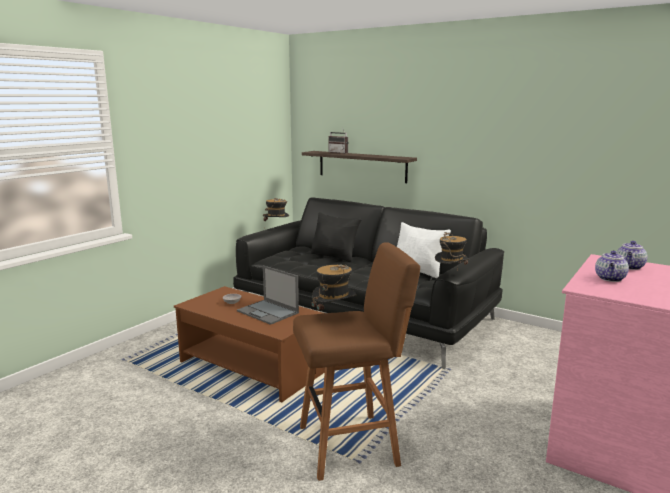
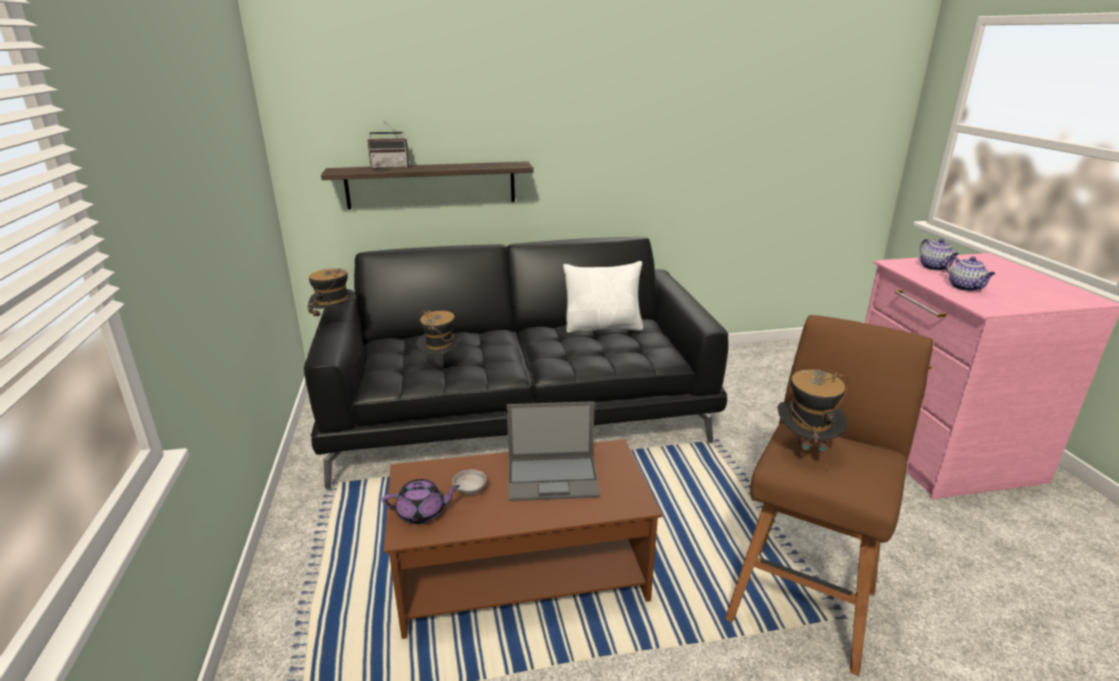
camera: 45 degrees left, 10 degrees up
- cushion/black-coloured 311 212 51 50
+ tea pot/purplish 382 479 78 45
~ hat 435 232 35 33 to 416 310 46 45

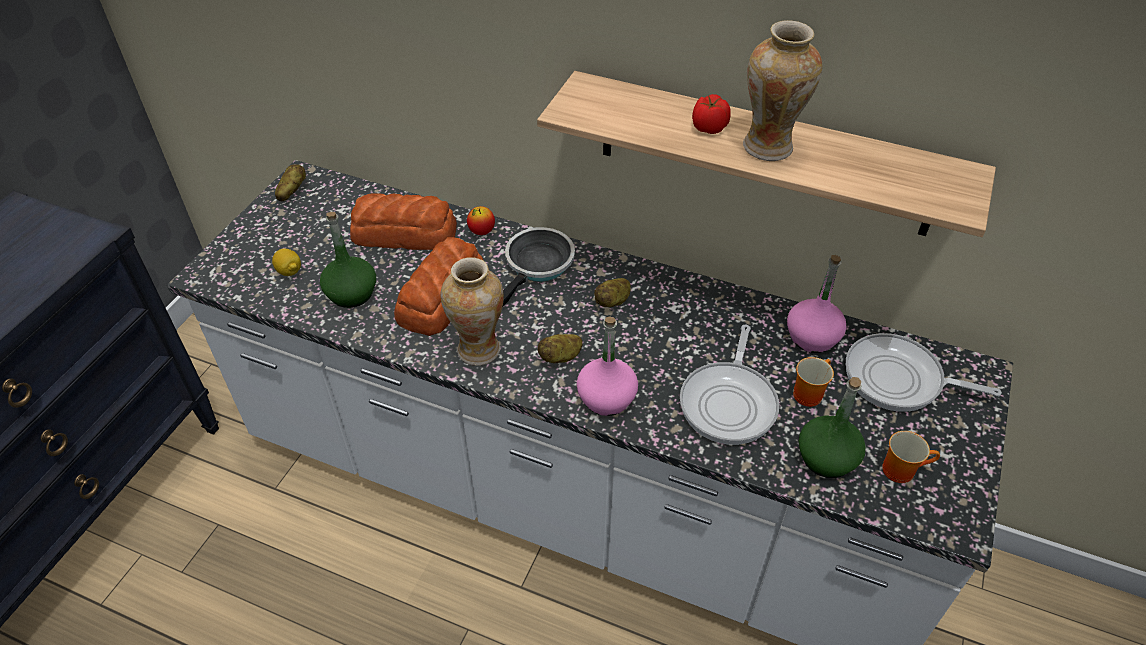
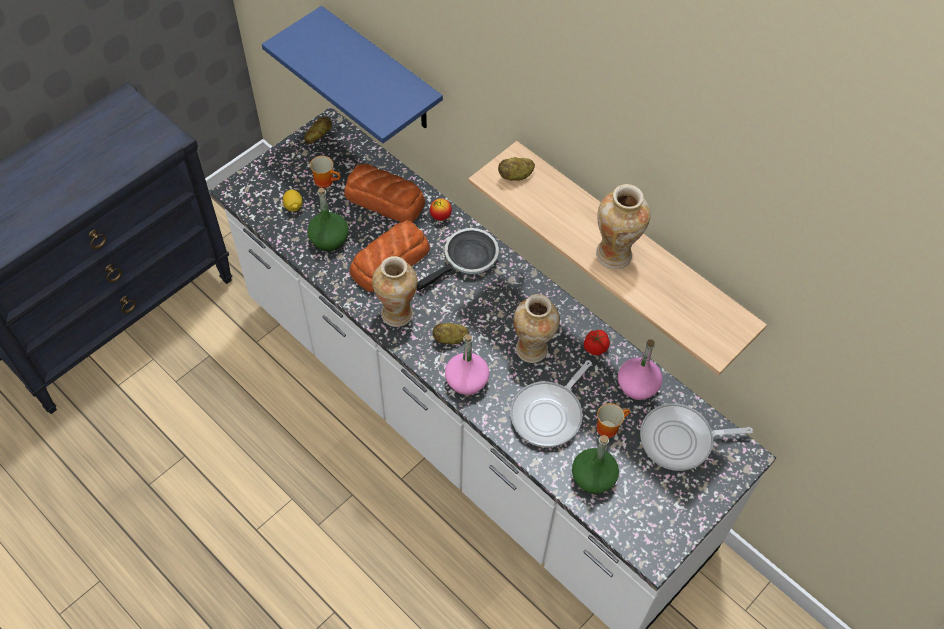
camera: 20 degrees right, 10 degrees up
+ shelf/bluish 262 6 181 137
+ vase 514 294 46 69
~ whole potato 594 278 37 29 to 498 157 37 24
~ fresh tomato 692 94 39 40 to 584 330 26 26
~ mug 882 431 58 52 to 310 156 31 32
~ skillet 846 333 156 79 = 640 403 113 68 45 degrees counterclockwise

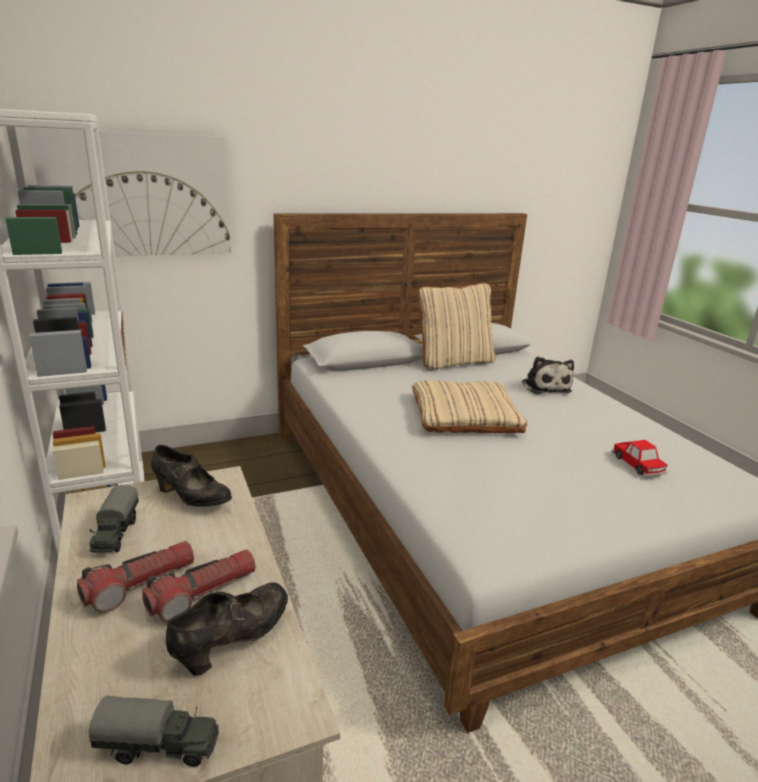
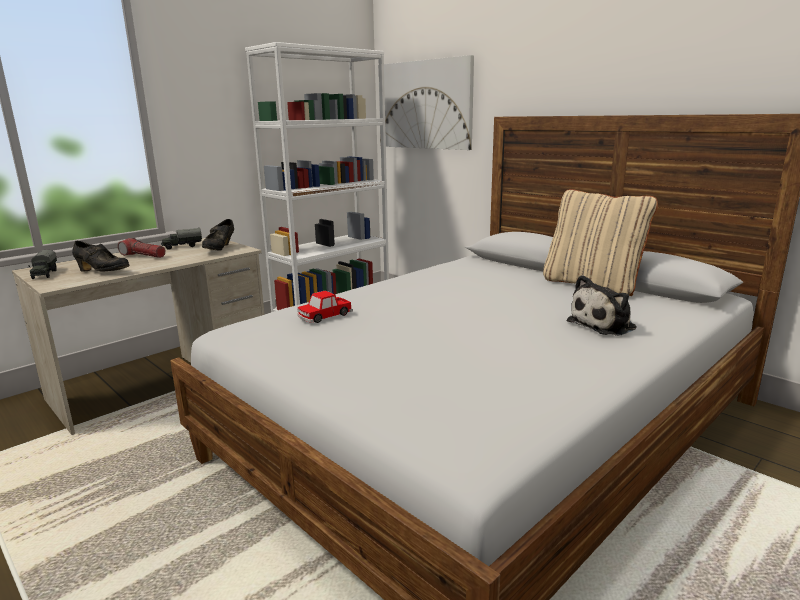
camera: 70 degrees right, 5 degrees down
- hand torch 142 549 114 74
- cushion/sand-coloured 412 380 115 53
~ toy car 611 440 57 37 to 297 290 56 33

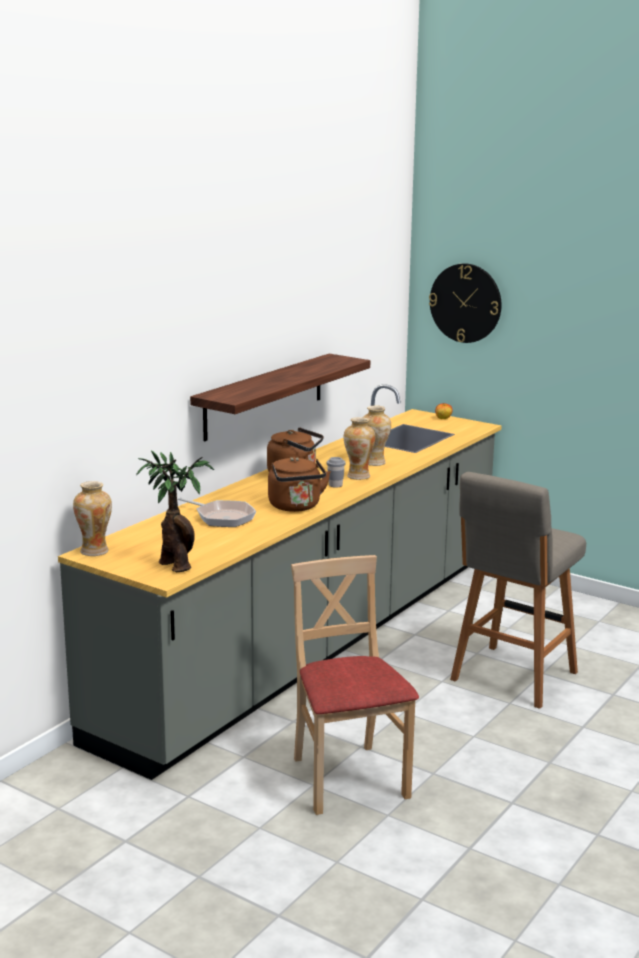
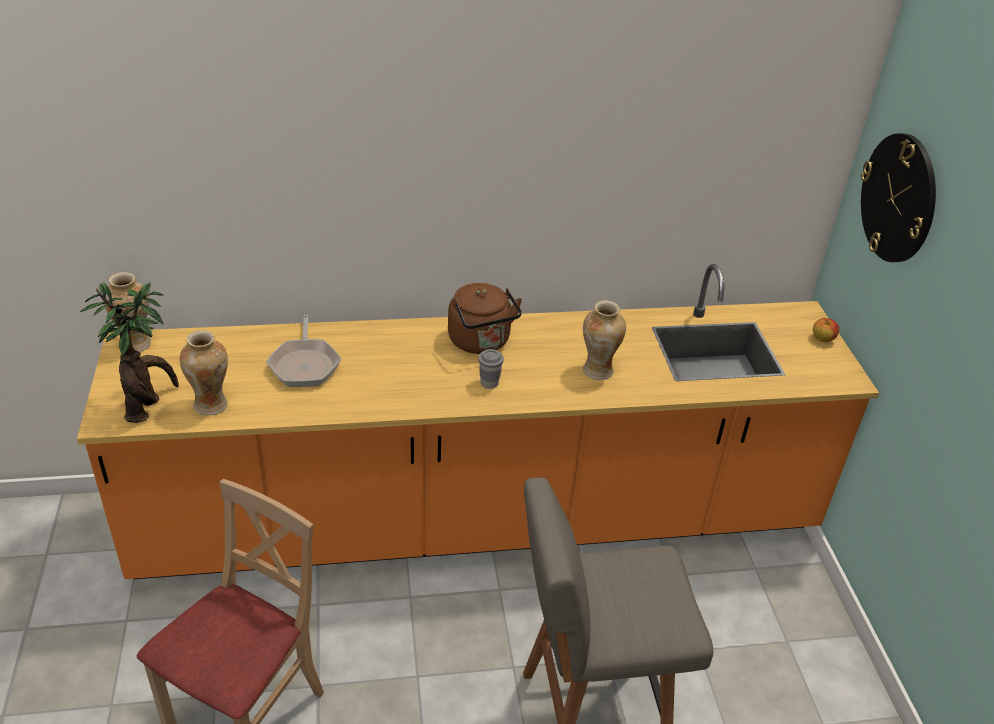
camera: 45 degrees right, 20 degrees up
- shelf 190 354 180 87
- kettle/brownish 268 457 63 55
~ vase 344 417 31 63 to 179 330 49 85
~ kitchen base unit/greyish 58 384 444 396 to kitchen base unit/orangey 77 264 802 315

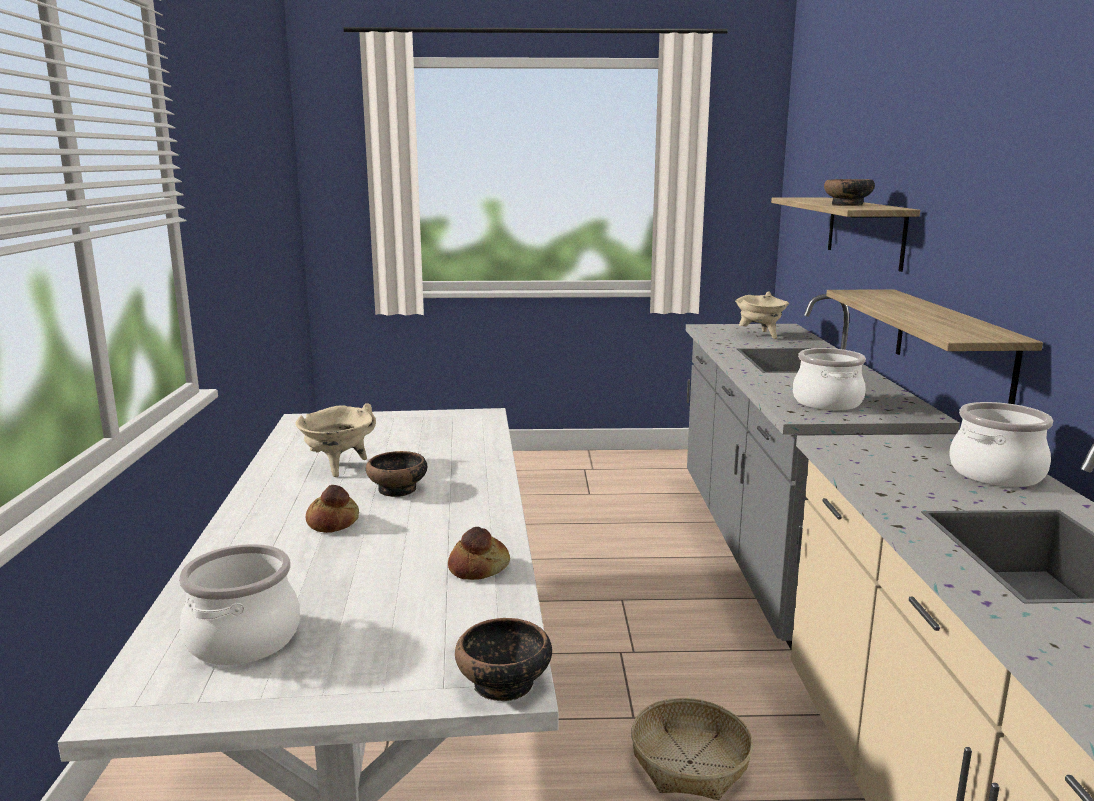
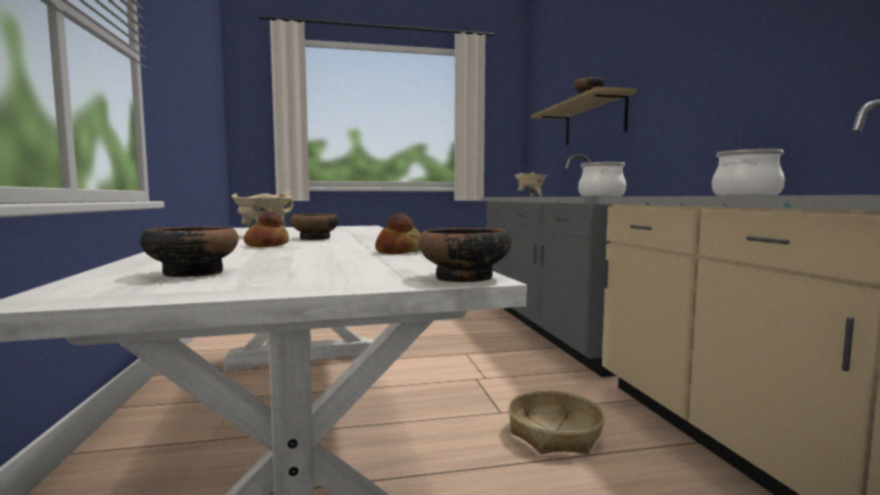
camera: 10 degrees left, 10 degrees down
- shelf 826 289 217 115
~ cooking pot 179 544 121 121 to deep dish 140 227 99 50

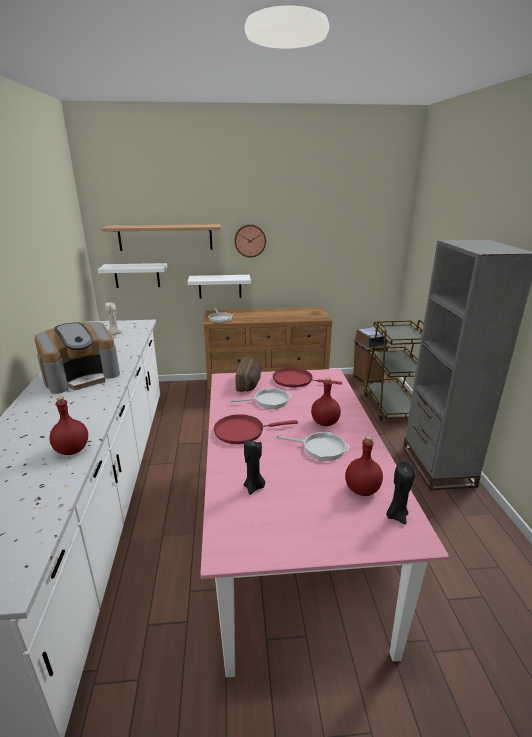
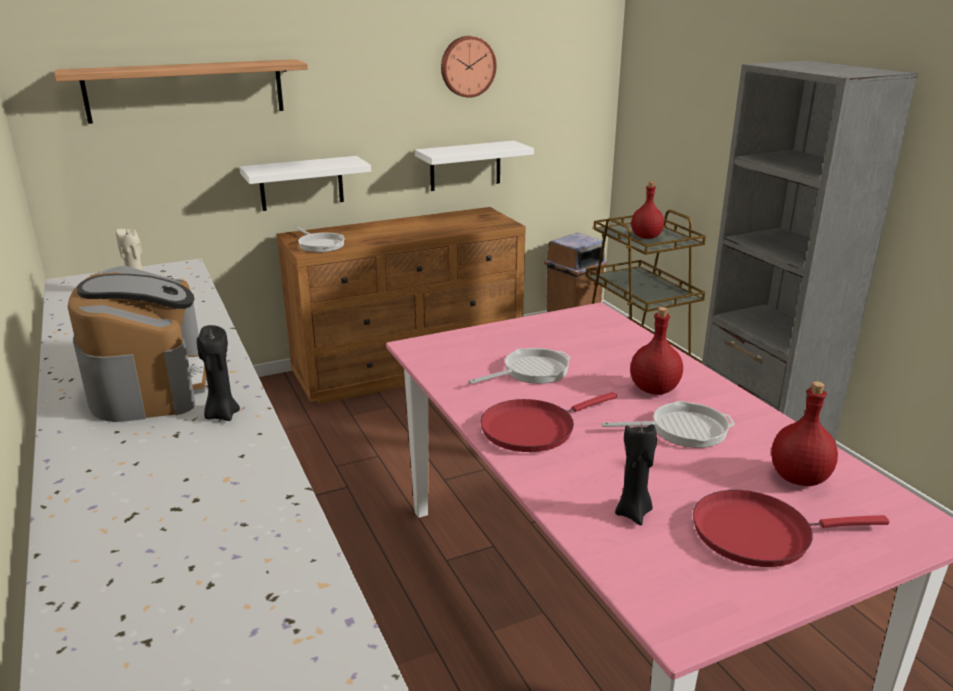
camera: 20 degrees left, 0 degrees up
- bread 235 357 27 35
~ bottle/red 49 397 39 58 to 631 182 33 57
~ shelf/white 98 263 69 25 to 415 141 119 50
~ clock on the wall 234 224 32 34 to 441 36 56 62
~ skillet/red 273 368 69 20 to 693 490 197 77
~ wax candle/black-coloured 386 461 29 64 to 197 325 43 96
~ coffee brewer 34 322 86 72 = 68 266 138 156 45 degrees counterclockwise

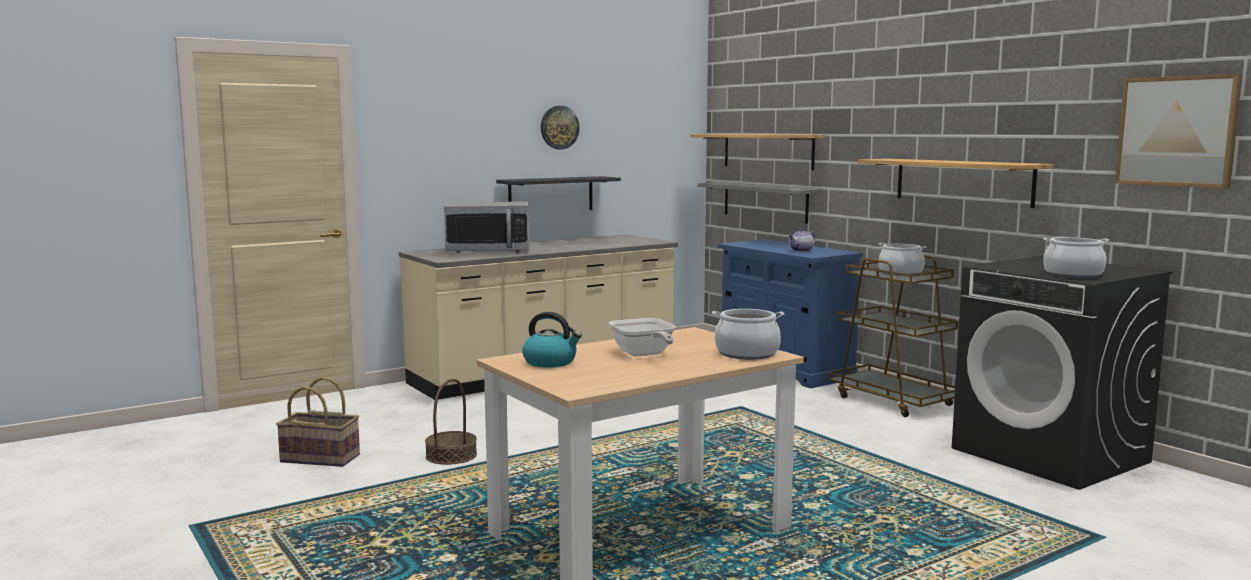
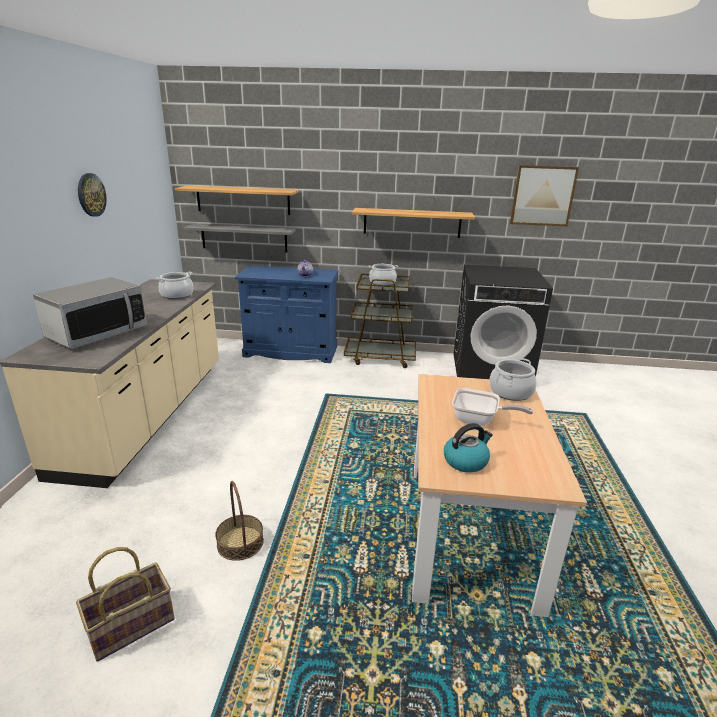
camera: 50 degrees left, 15 degrees up
- shelf/black-coloured 496 176 125 34
~ cooking pot 1043 237 67 42 to 156 272 37 27

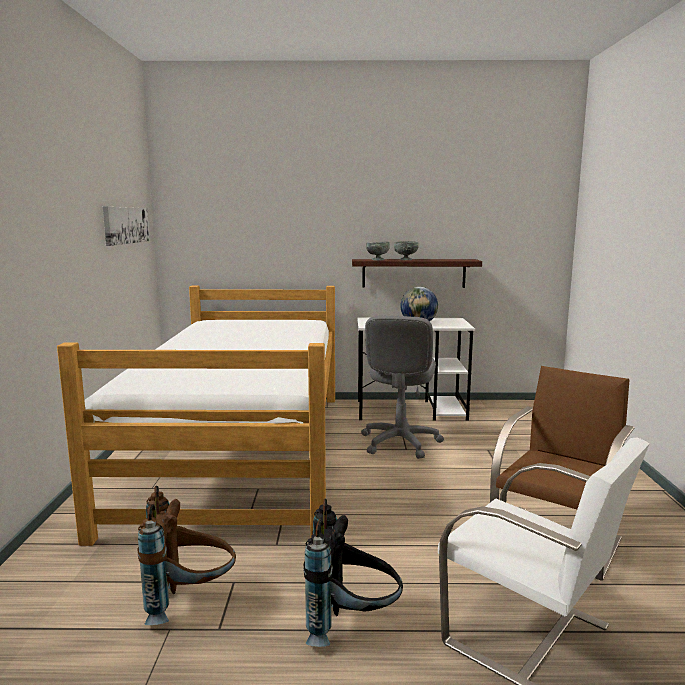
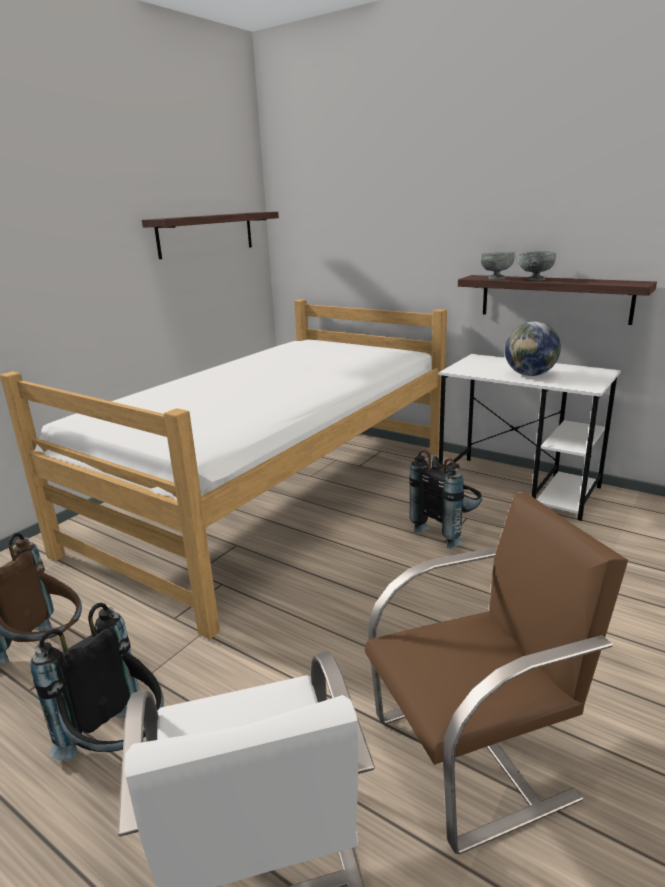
camera: 35 degrees right, 10 degrees up
~ wall art 103 207 47 39 to shelf 142 212 137 47
~ computer chair/greyish 361 315 83 144 to rucksack/black-coloured 409 449 73 99

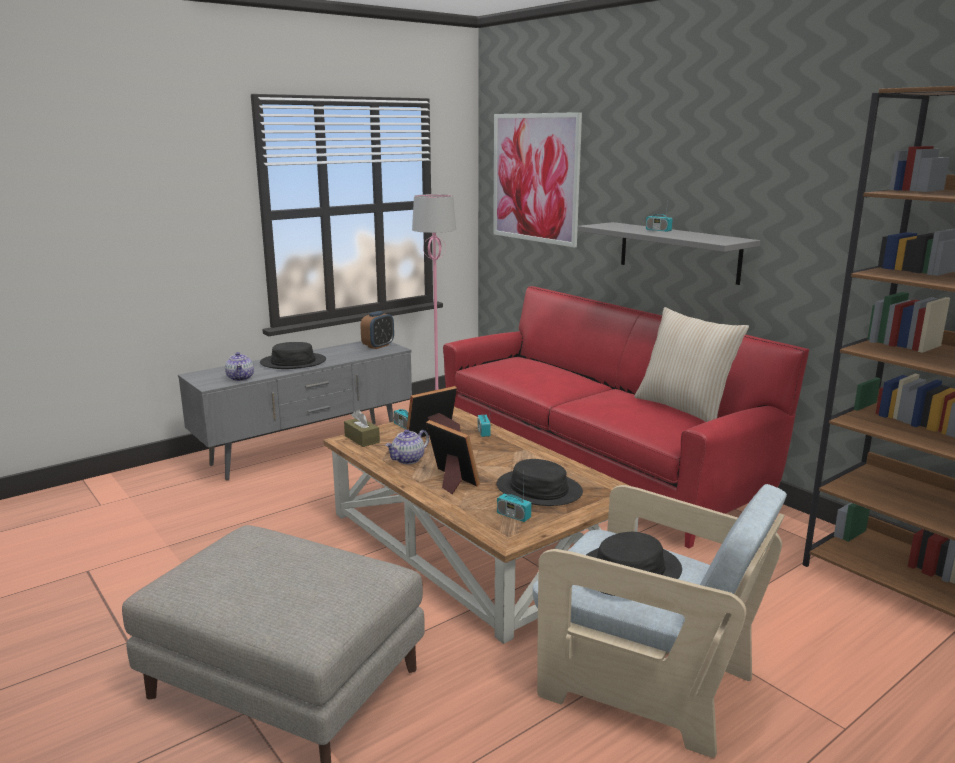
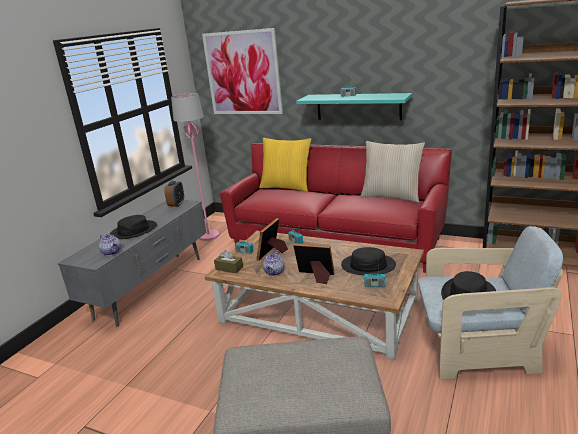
camera: 25 degrees left, 5 degrees up
+ cushion/yellowish 259 138 52 54
~ shelf/greyish 578 222 182 63 to shelf/turquoise-coloured 296 93 116 27

